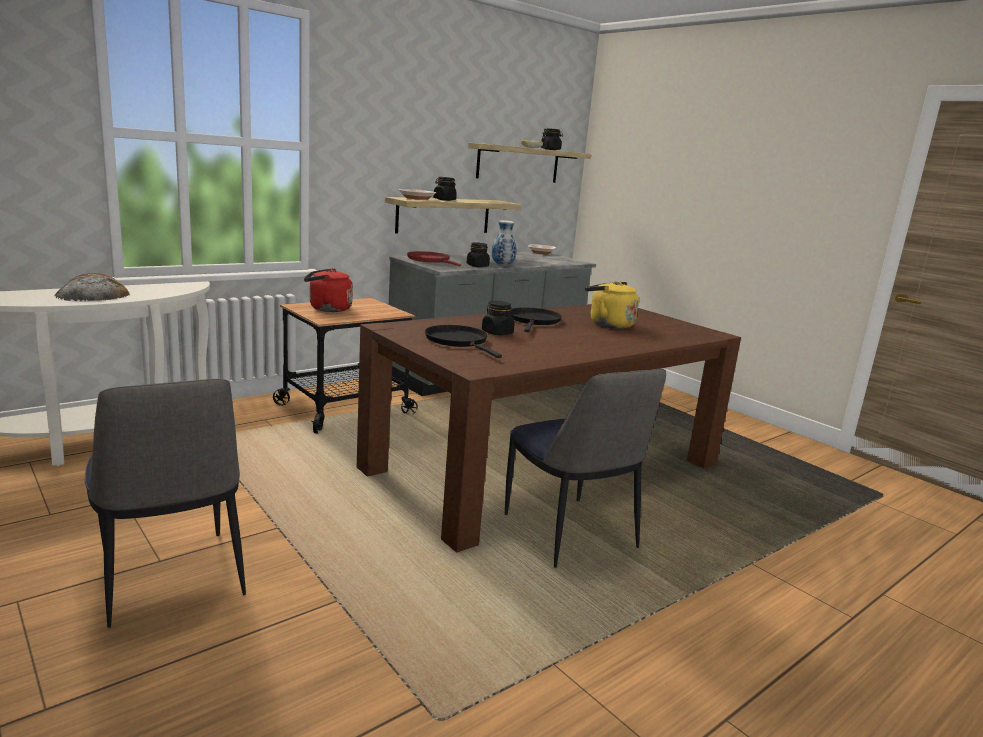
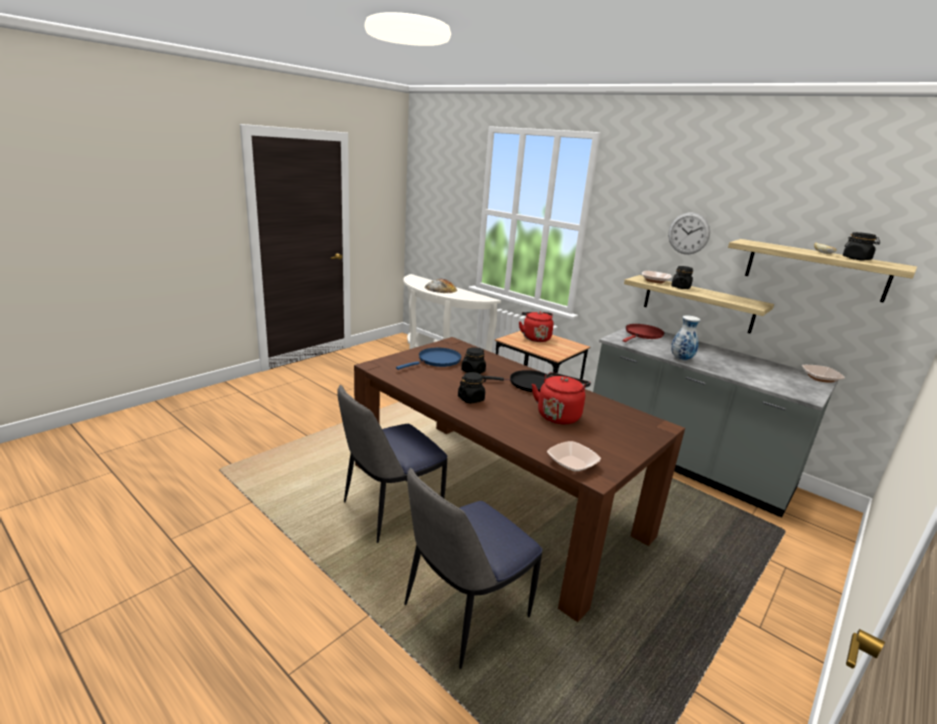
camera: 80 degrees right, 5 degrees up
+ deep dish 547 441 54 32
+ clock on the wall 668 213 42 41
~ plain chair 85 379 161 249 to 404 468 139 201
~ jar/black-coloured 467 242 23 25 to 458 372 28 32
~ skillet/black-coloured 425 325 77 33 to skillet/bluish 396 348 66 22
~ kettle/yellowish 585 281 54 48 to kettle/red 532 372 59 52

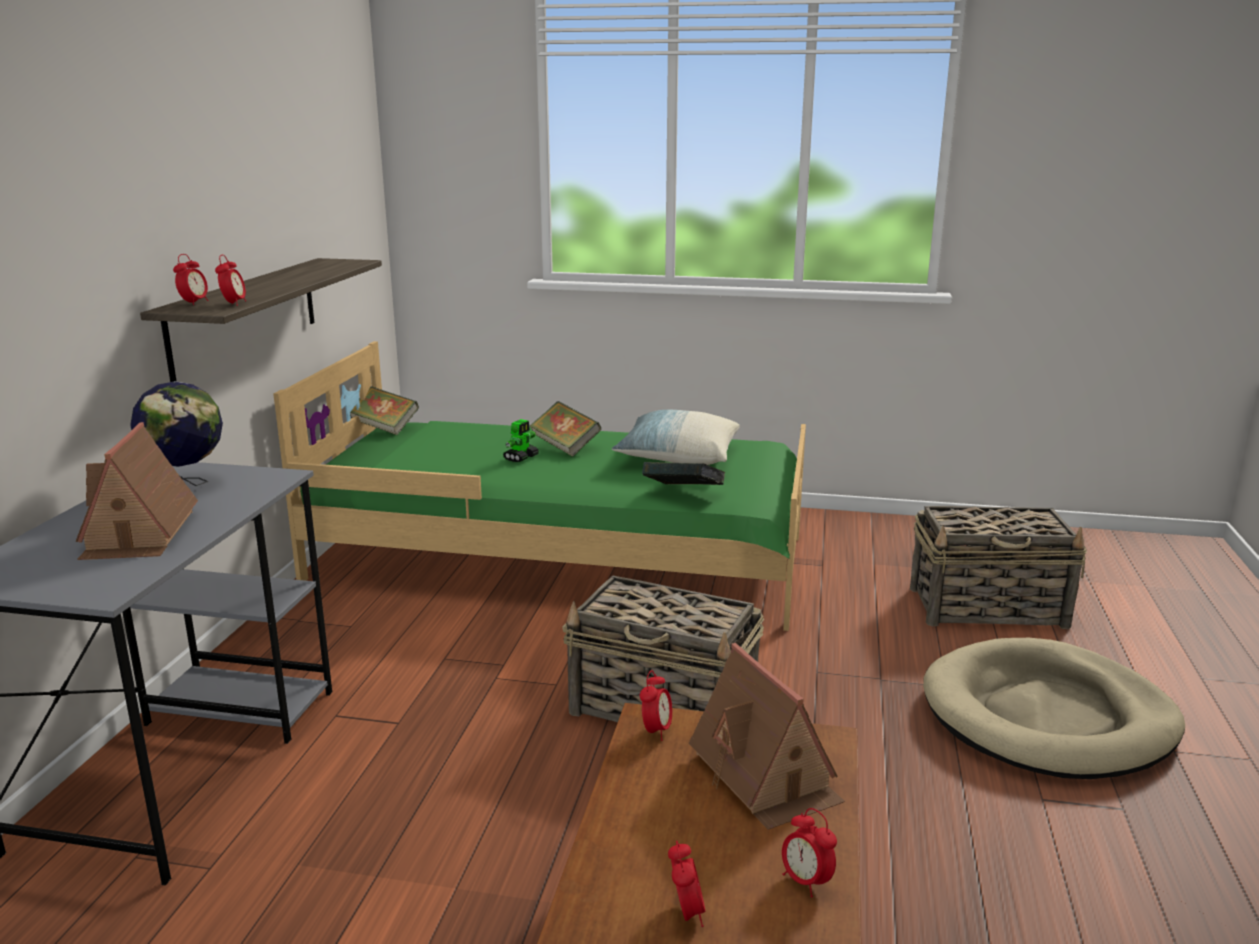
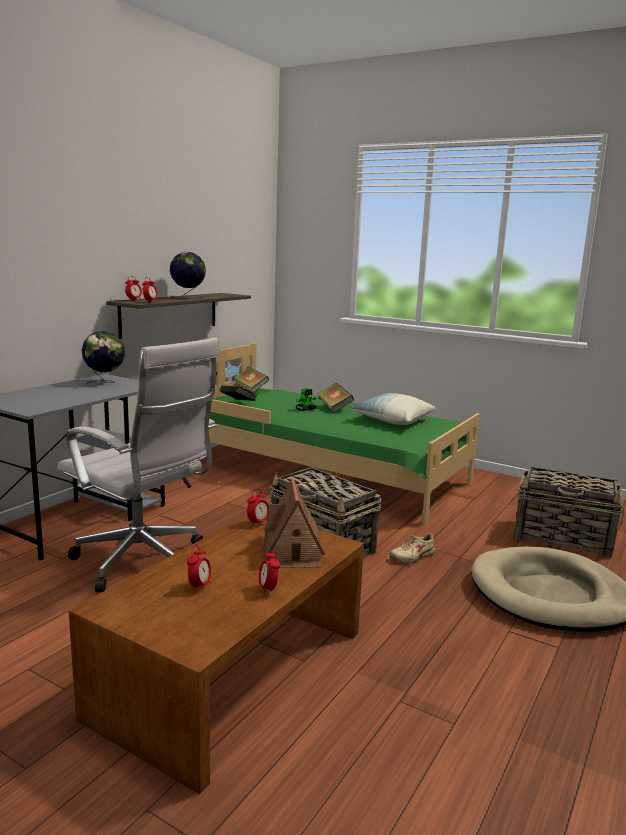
camera: 20 degrees right, 5 degrees down
- toy house 76 422 122 138
+ computer chair/white 58 338 162 254
+ world globe 170 252 36 47
+ shoe/sand-coloured 390 533 45 30
~ volume 642 462 83 23 to 219 385 38 16

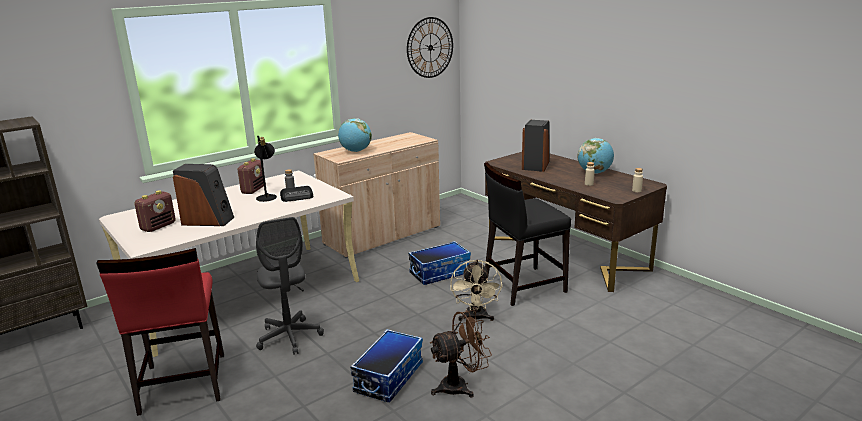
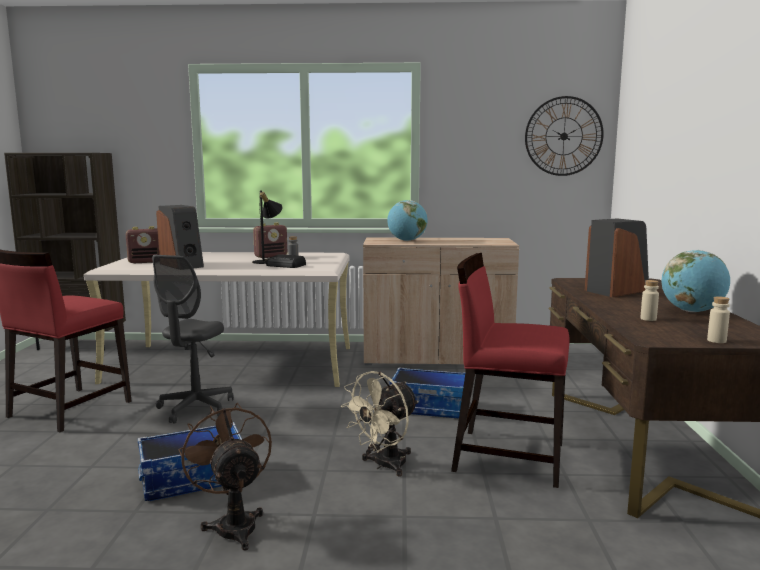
camera: 40 degrees right, 10 degrees down
~ plain chair/black-coloured 484 162 87 144 to plain chair/red 451 253 119 235
~ fan/brownish 430 310 62 88 = 179 403 93 147 135 degrees counterclockwise

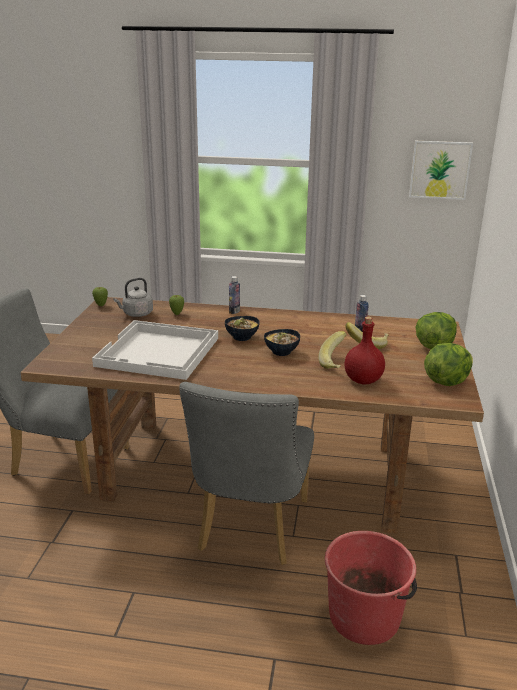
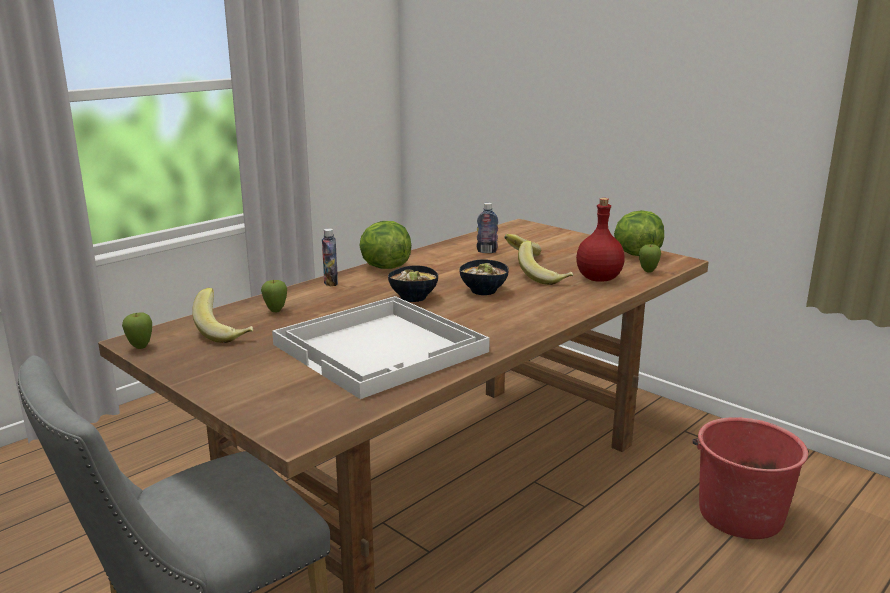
camera: 55 degrees left, 5 degrees down
- plain chair/greyish 179 382 135 183
- wall art 409 141 64 59
+ apple 639 244 22 29
~ head of lettuce 416 312 41 37 to 359 221 52 48
~ kettle/greyish 113 278 40 39 to whole banana 192 288 61 55

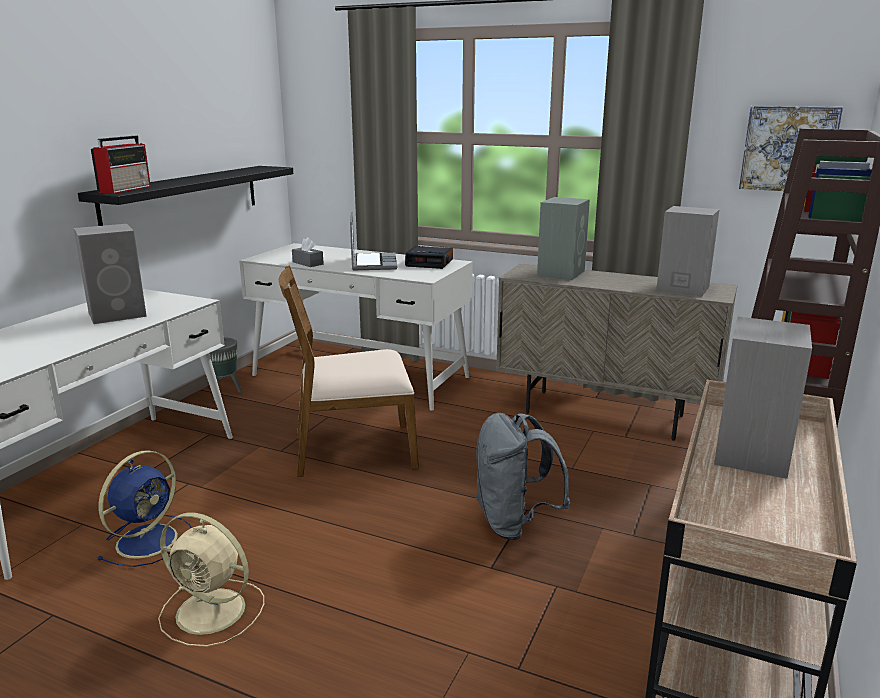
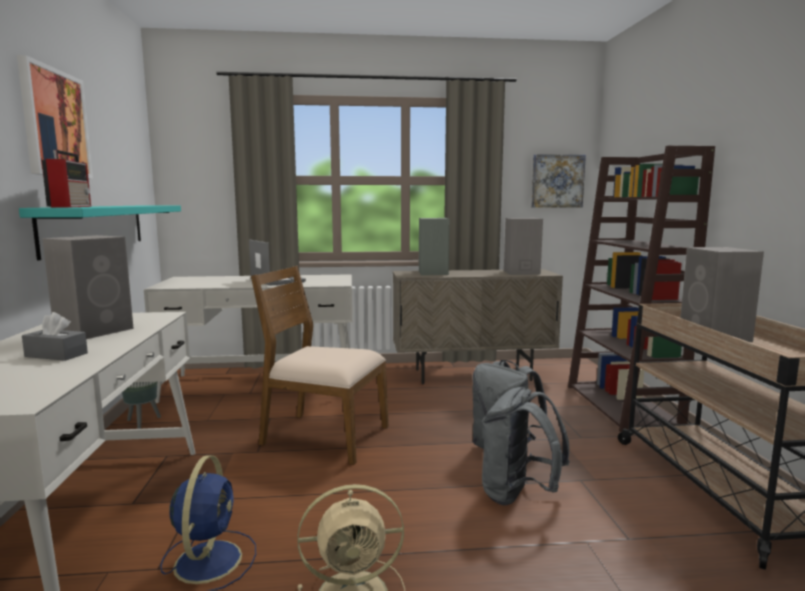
camera: 30 degrees left, 10 degrees down
- alarm clock 405 246 48 23
+ wall art 17 55 76 123
+ rucksack/greyish 482 387 88 118
~ box of tissues/greyish 292 237 32 30 to 22 312 66 49
~ shelf/black-coloured 78 166 215 60 to shelf/turquoise-coloured 19 205 162 55
~ plain chair/brownish 279 265 140 212 = 251 266 138 199 60 degrees clockwise

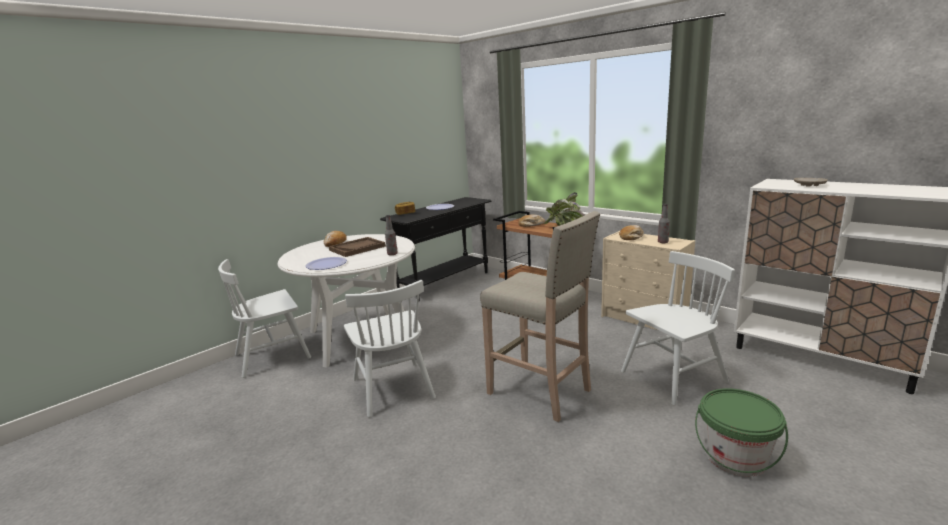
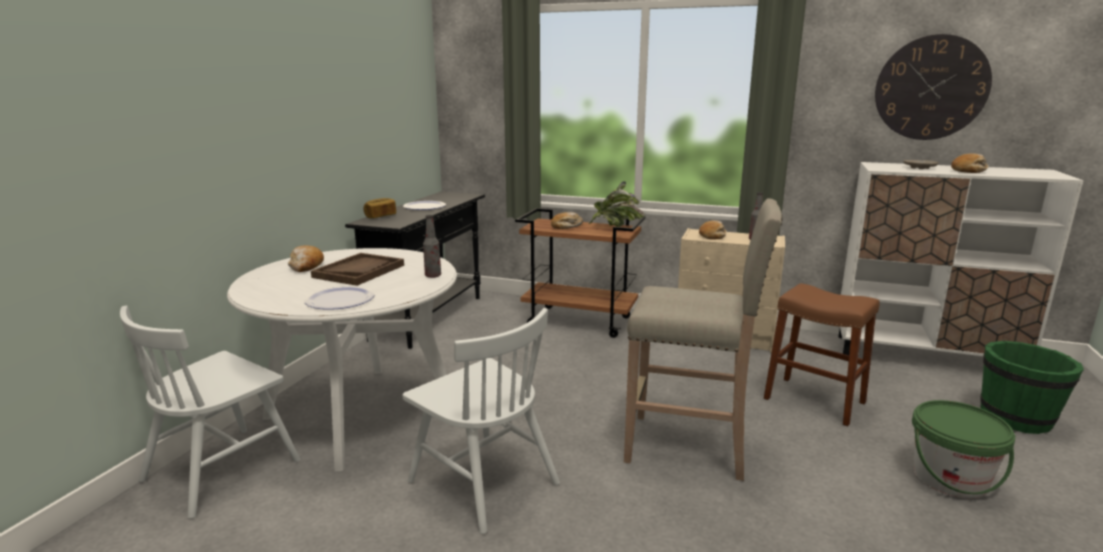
camera: 25 degrees left, 0 degrees up
+ clock on the wall 875 34 117 106
+ bread 951 153 37 20
+ bucket/green-coloured 980 341 104 93
~ plain chair/white 621 251 114 154 to stool seat/brownish 764 284 115 142

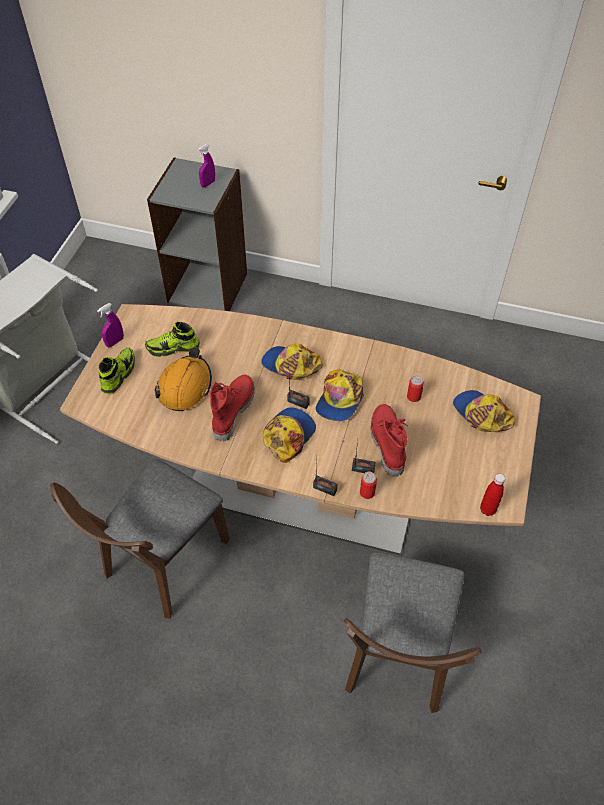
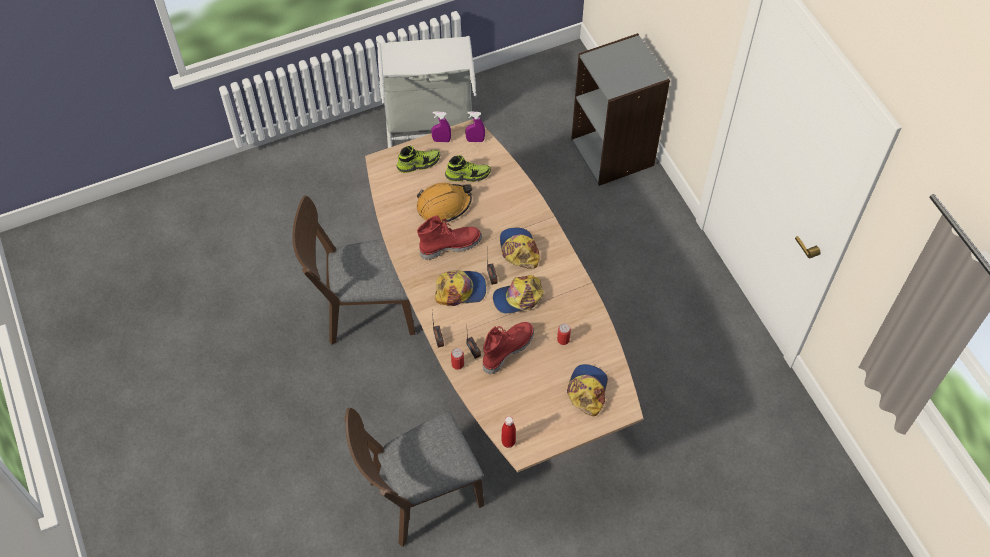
camera: 50 degrees right, 5 degrees up
~ spray bottle/purplish 198 144 17 43 to 465 112 20 30
~ shoe 145 322 55 35 = 445 155 46 27 135 degrees clockwise

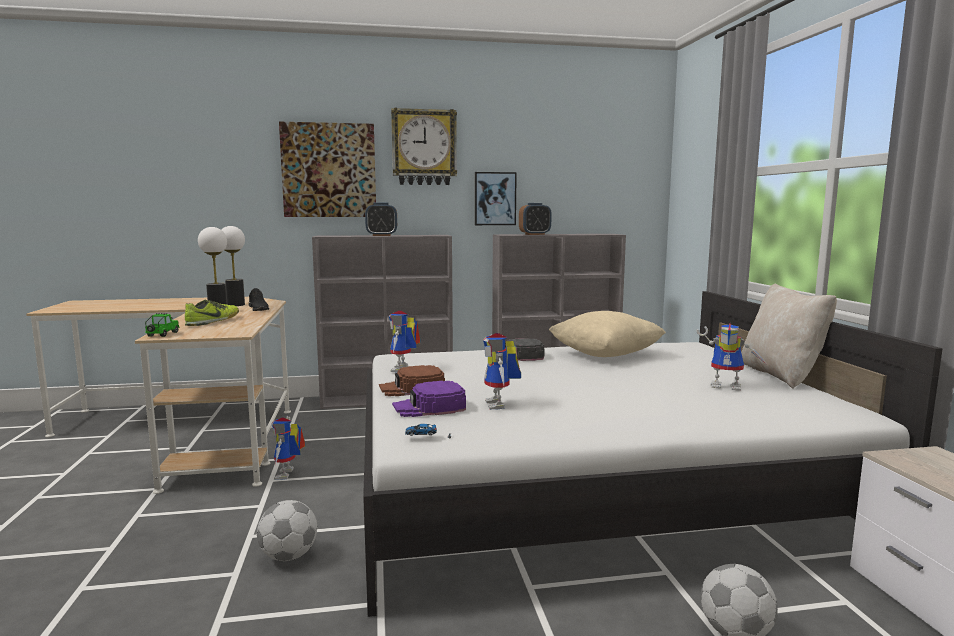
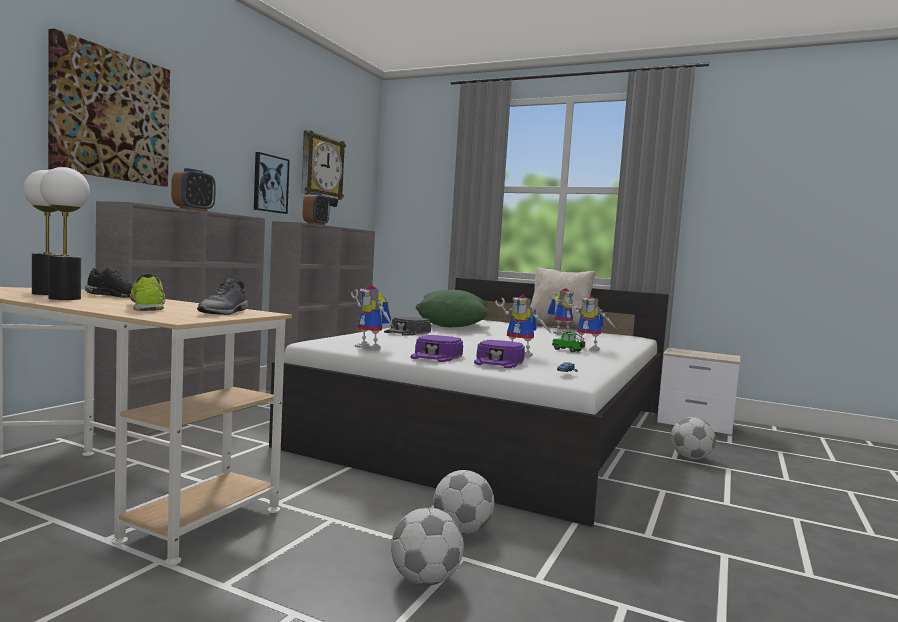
camera: 55 degrees left, 5 degrees down
+ shoe/greyish 197 278 51 37
+ football 391 507 73 79
~ toy car 145 313 35 24 to 552 332 33 20
~ toy robot 271 416 35 64 to 566 295 52 56
~ clock on the wall 391 108 66 77 to 301 130 45 77
~ cap/brownish 379 365 66 31 to cap/purplish 411 335 52 27
~ cushion/sand-coloured 549 311 117 46 to cushion/green-coloured 415 290 73 37

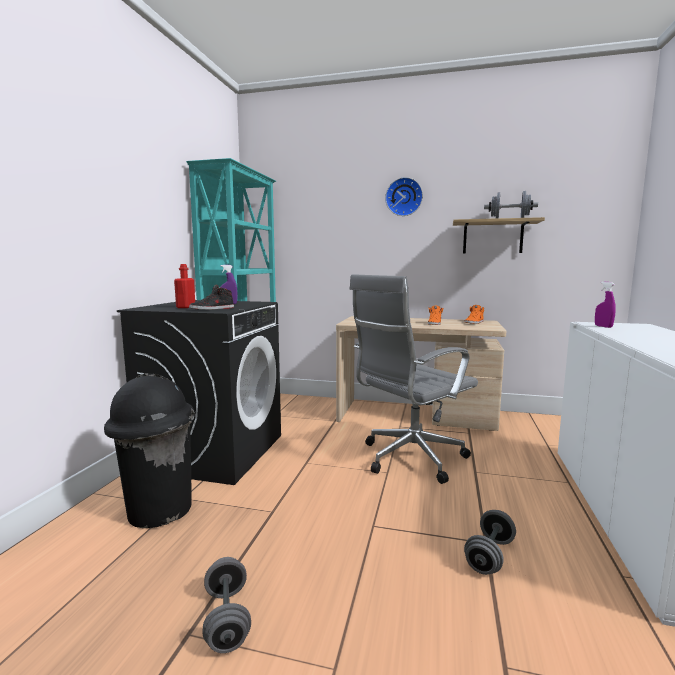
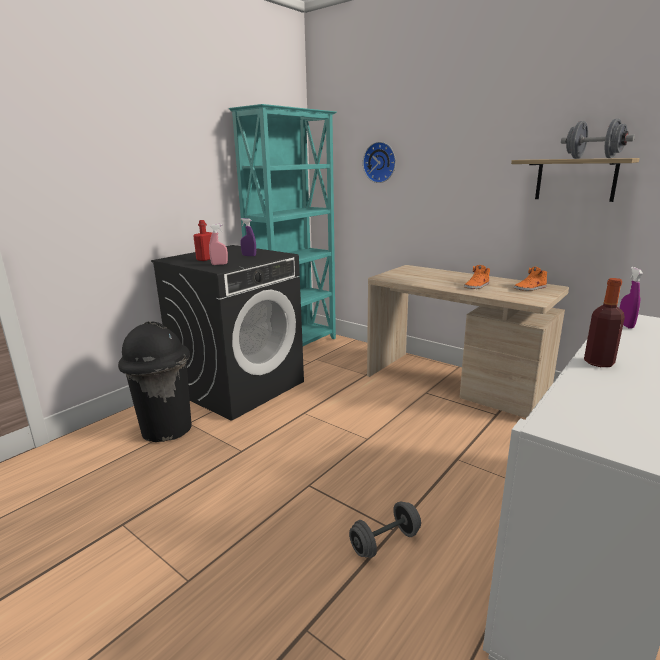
camera: 25 degrees right, 10 degrees up
- free weight/greyish 202 557 49 96
- computer chair/greyish 349 274 129 210
+ bottle 584 278 41 89
~ clock on the wall 385 177 38 39 to 363 142 33 41
~ shoe/black-coloured 189 284 45 26 to spray bottle/pinkish 209 224 19 41

